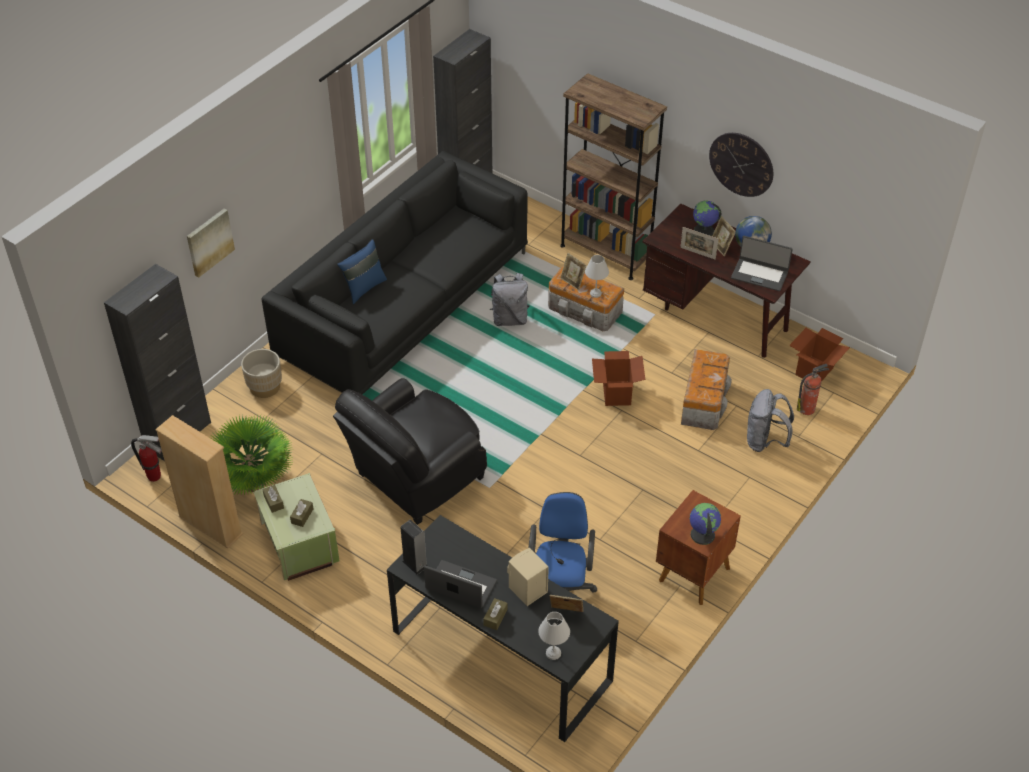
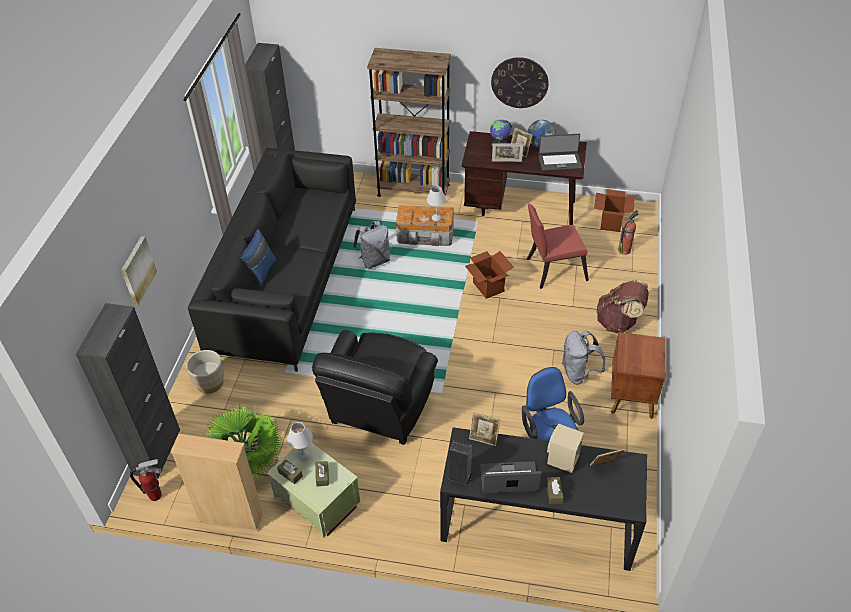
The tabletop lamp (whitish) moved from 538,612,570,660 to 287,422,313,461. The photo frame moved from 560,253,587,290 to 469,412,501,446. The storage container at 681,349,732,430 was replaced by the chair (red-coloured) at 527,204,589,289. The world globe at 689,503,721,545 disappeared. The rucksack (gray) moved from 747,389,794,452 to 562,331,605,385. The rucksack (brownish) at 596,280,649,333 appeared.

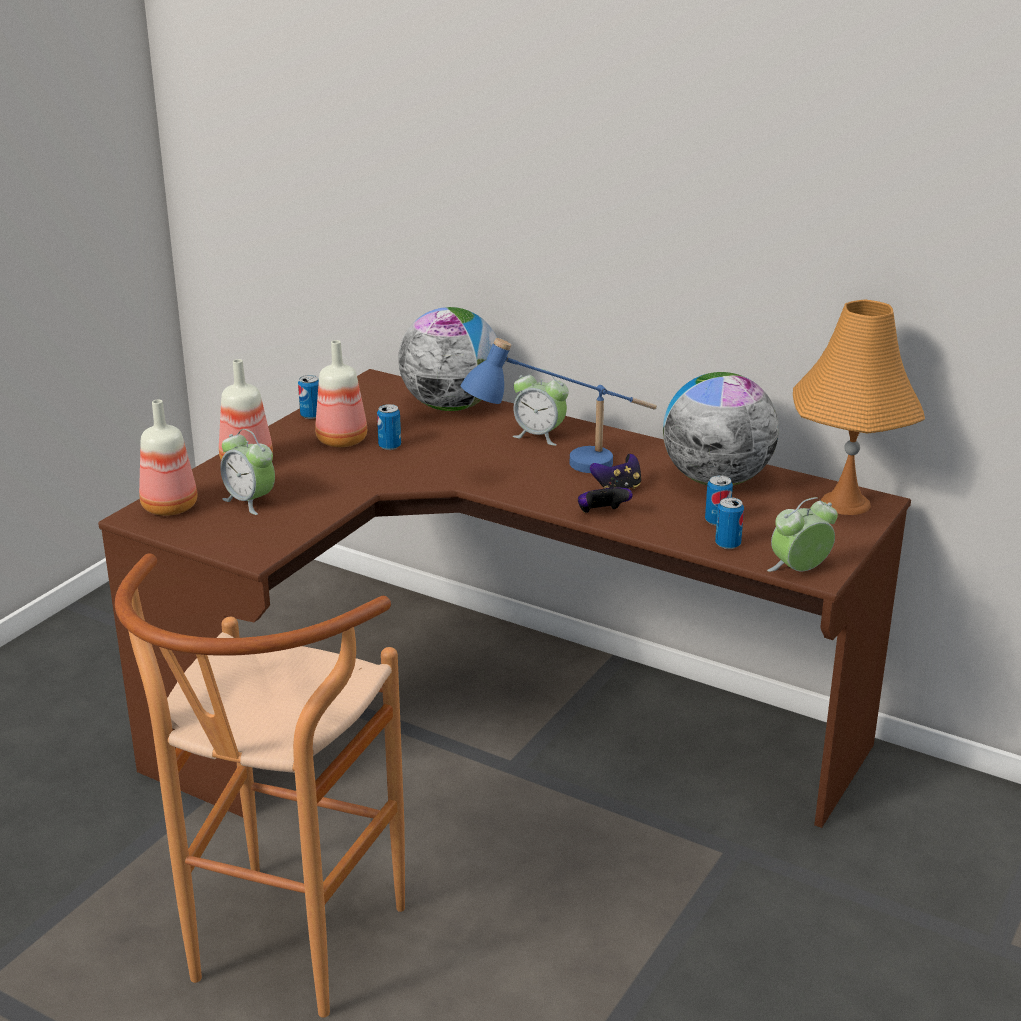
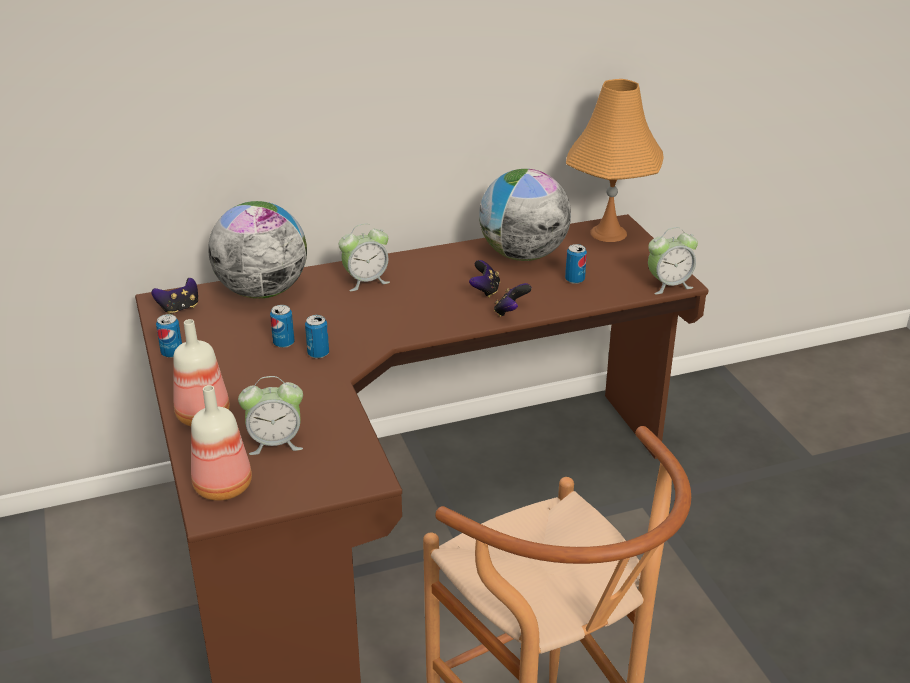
The drink bottle at 315,340,367,447 disappeared. The tabletop lamp (blue) at 461,338,657,473 disappeared. The metal can moved from 715,497,744,549 to 305,315,329,359. The bedside clock at 767,497,838,572 turned 120 degrees counterclockwise. The gamepad at 151,278,198,314 appeared.

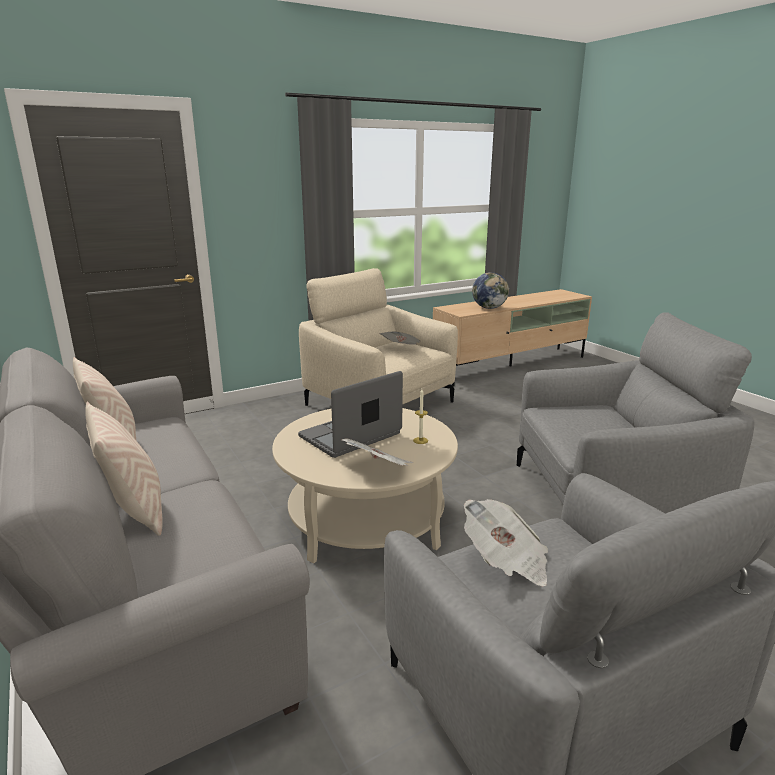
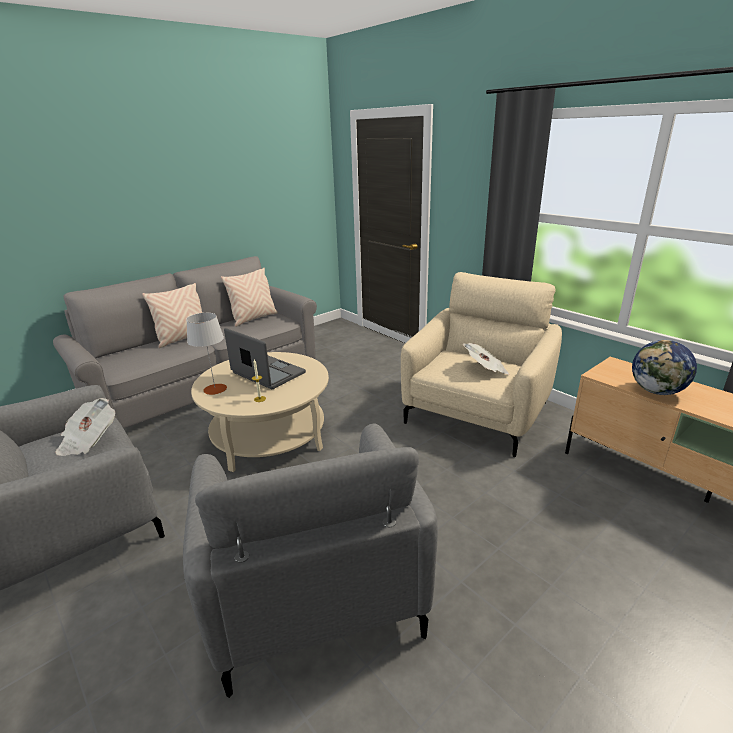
The printed paper at 342,439,413,466 was replaced by the tabletop lamp (gray) at 186,313,227,395.

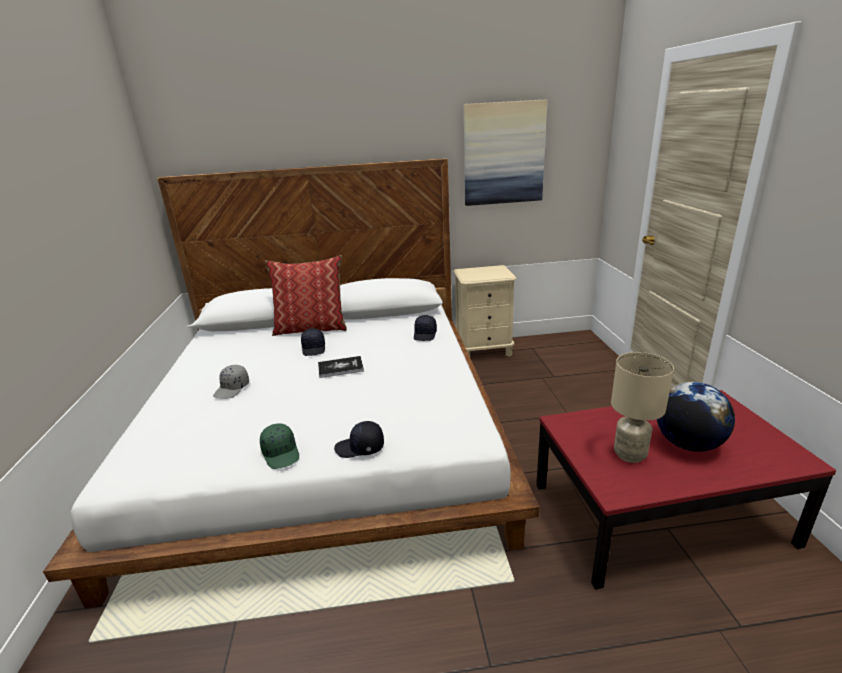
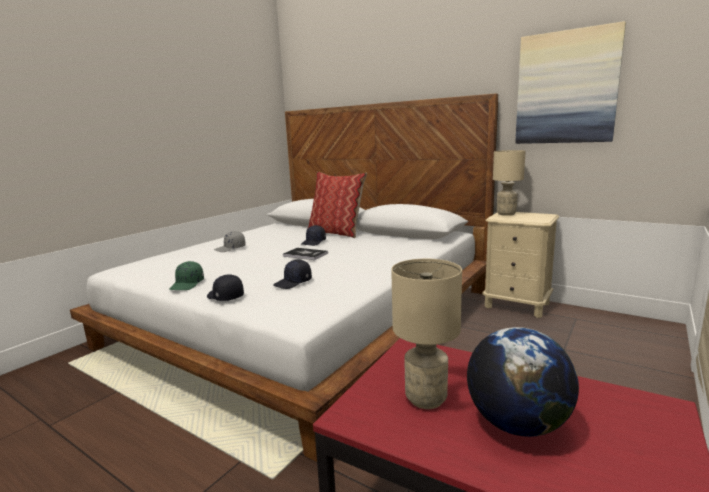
The baseball cap (black-coloured) moved from 414,315,437,341 to 273,260,312,289. The tabletop lamp (sand-coloured) at 493,150,526,216 appeared.

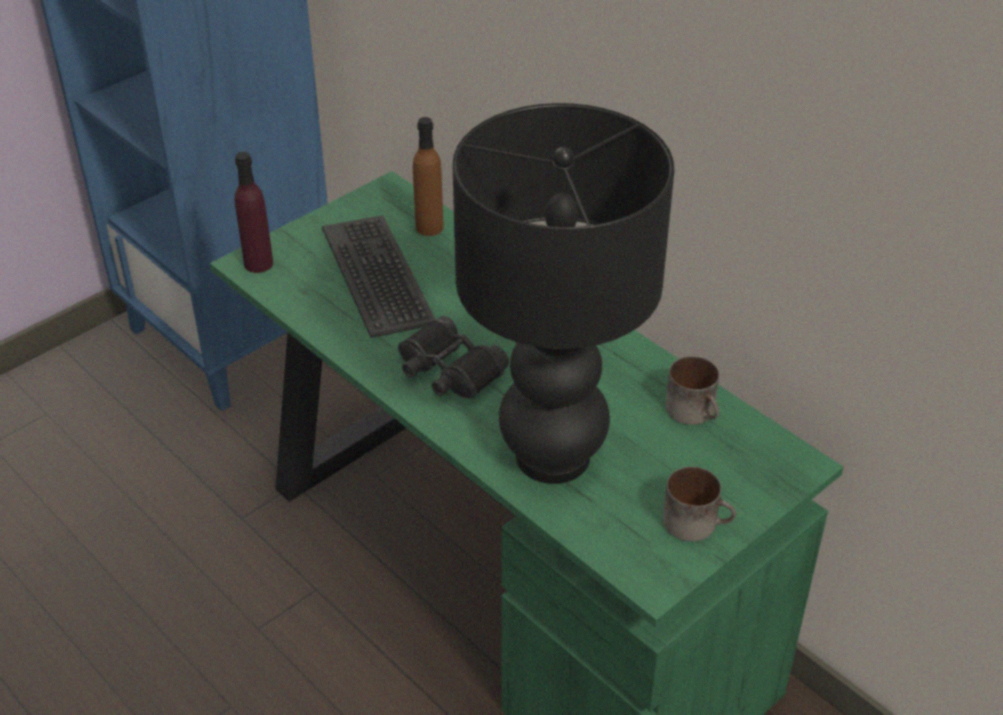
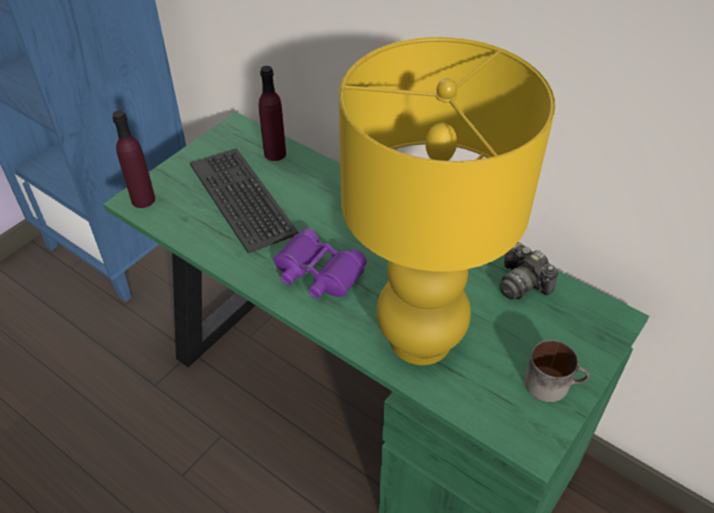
The binoculars (black-coloured) at 398,316,509,399 became the binoculars (purplish) at 273,228,367,298. The drink bottle (brownish) at 413,117,444,236 became the drink bottle (purplish) at 259,66,286,161. The tabletop lamp (black-coloured) at 453,103,675,484 became the tabletop lamp (yellow) at 339,37,555,365. The tea mug at 666,356,719,425 was replaced by the still camera at 500,242,558,300.

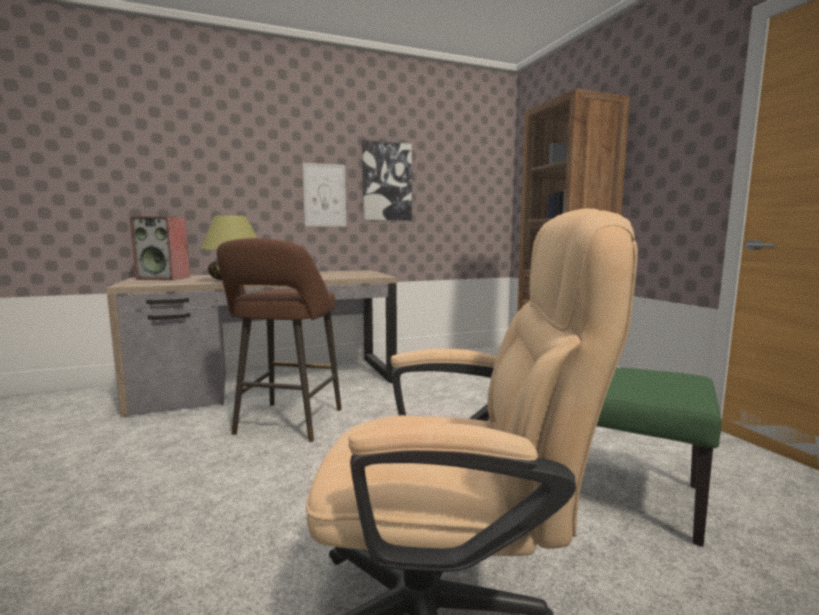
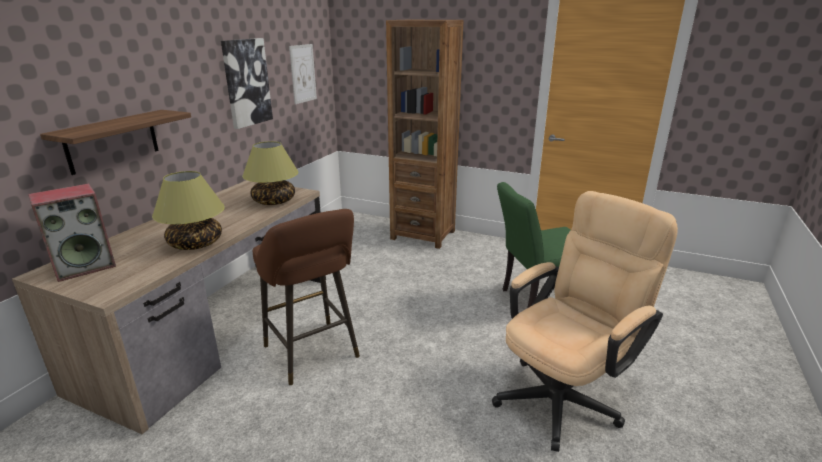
The picture moved from 303,163,346,227 to 289,44,317,104. The wall shelf at 40,110,191,175 appeared. The tabletop lamp at 242,141,299,205 appeared.

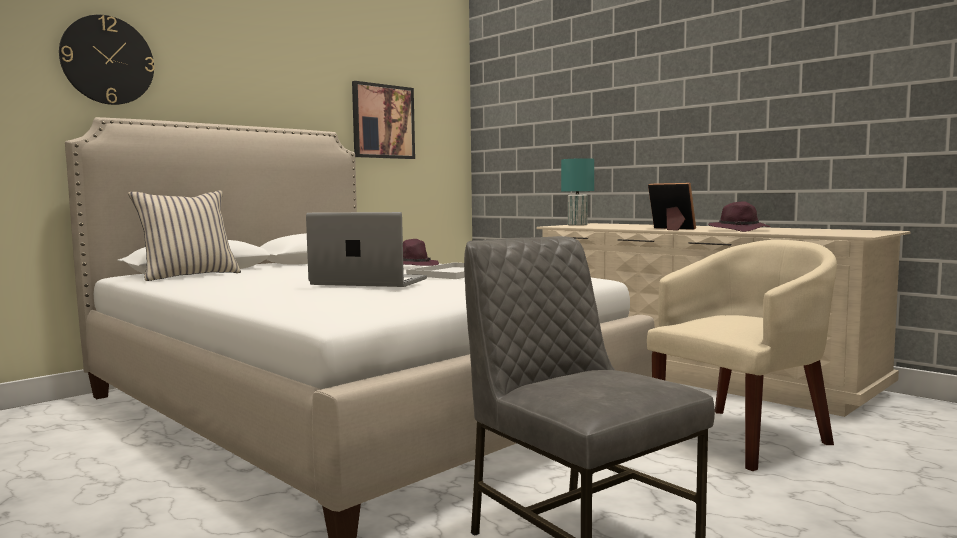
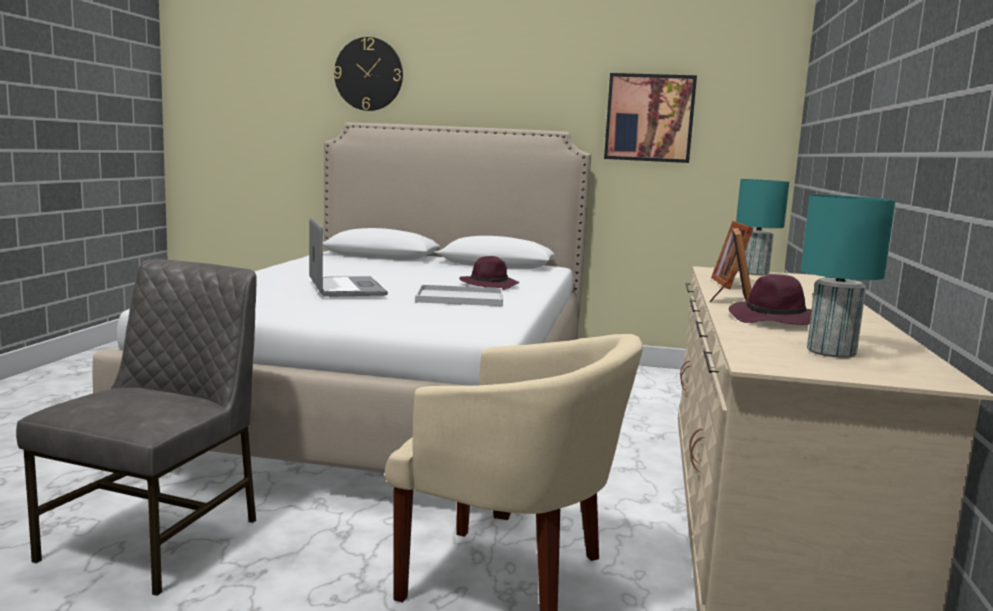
The throw pillow (sand-coloured) at 128,190,241,281 disappeared. The photo frame at 711,221,754,289 appeared. The tabletop lamp (turquoise) at 801,195,896,358 appeared.

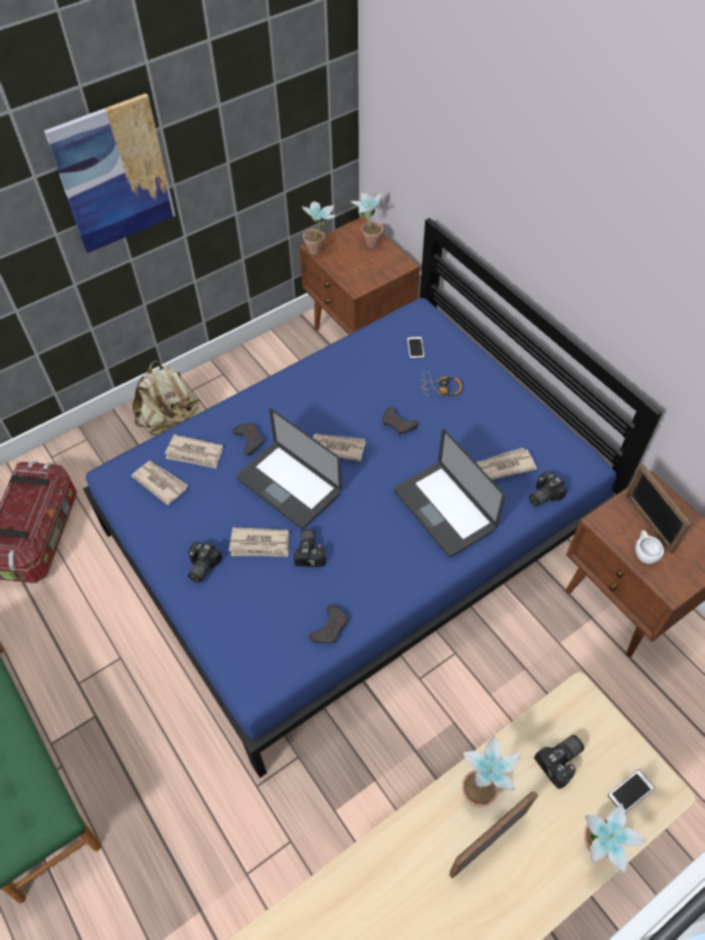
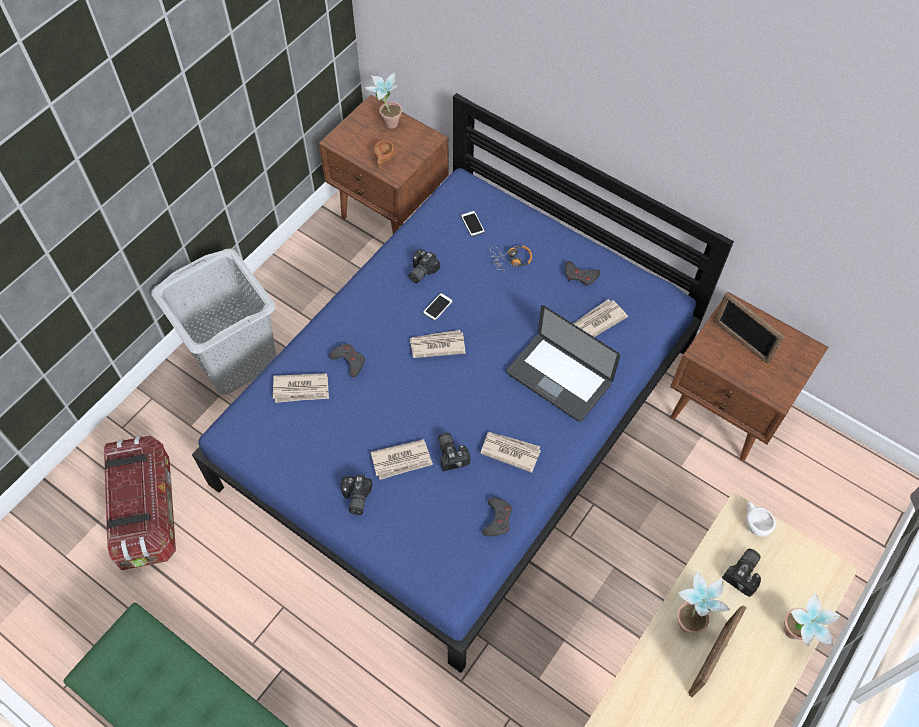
The picture at 44,93,175,253 disappeared. The printed paper moved from 131,461,189,505 to 480,432,541,473. The rucksack (sand-coloured) at 132,360,202,436 was replaced by the laundry basket (gray) at 152,249,277,395. The notebook computer at 236,408,342,529 disappeared. The plant in a pot at 301,202,337,255 disappeared. The gamepad (gray) moved from 382,407,418,435 to 565,261,600,287. The still camera moved from 529,471,567,507 to 409,249,440,283. The telephone moved from 608,770,655,813 to 423,293,453,321. The cup (whitish) moved from 635,530,664,564 to 746,502,776,537. The cup (brownish) at 373,141,395,168 appeared.

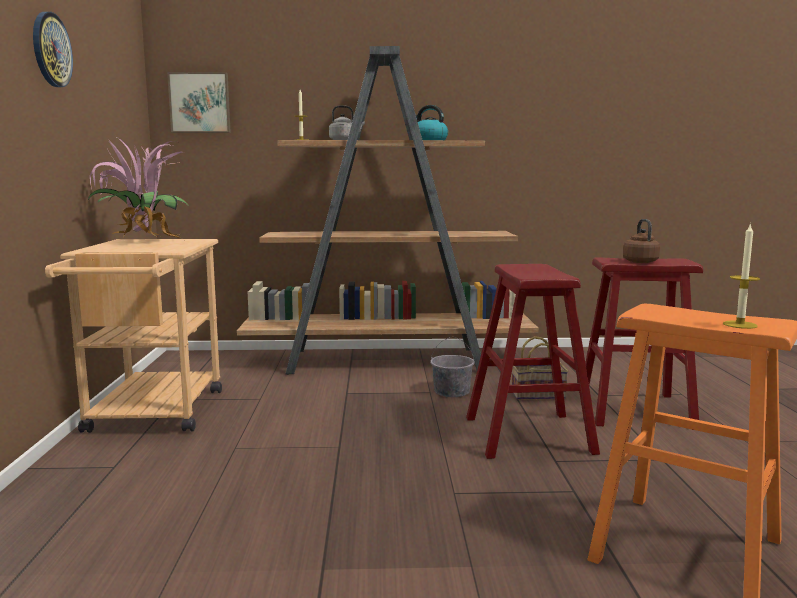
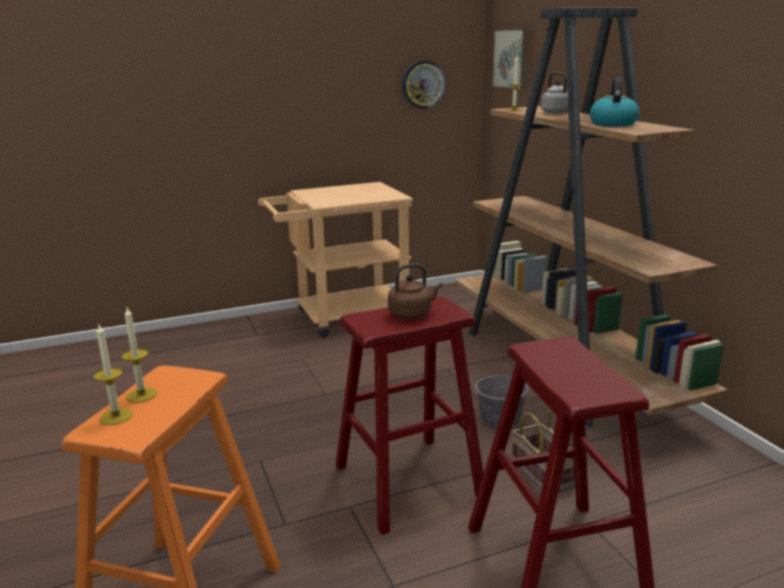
The clock on the wall moved from 33,12,73,87 to 402,60,446,109. The plant in a pot at 88,136,189,240 disappeared. The water kettle (brownish) moved from 623,219,660,263 to 388,264,442,319. The wax light at 121,308,157,403 appeared.

